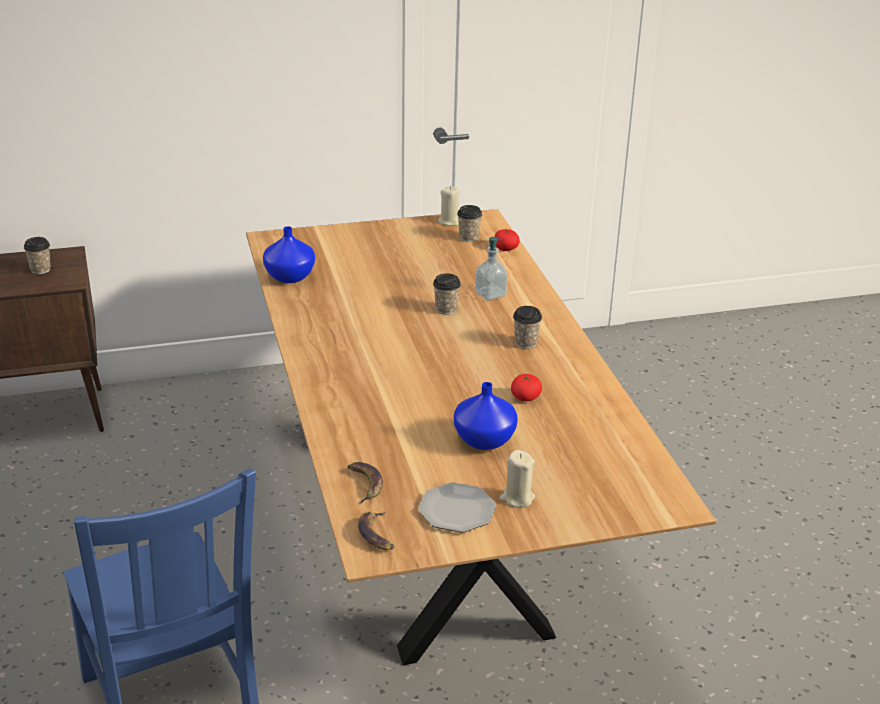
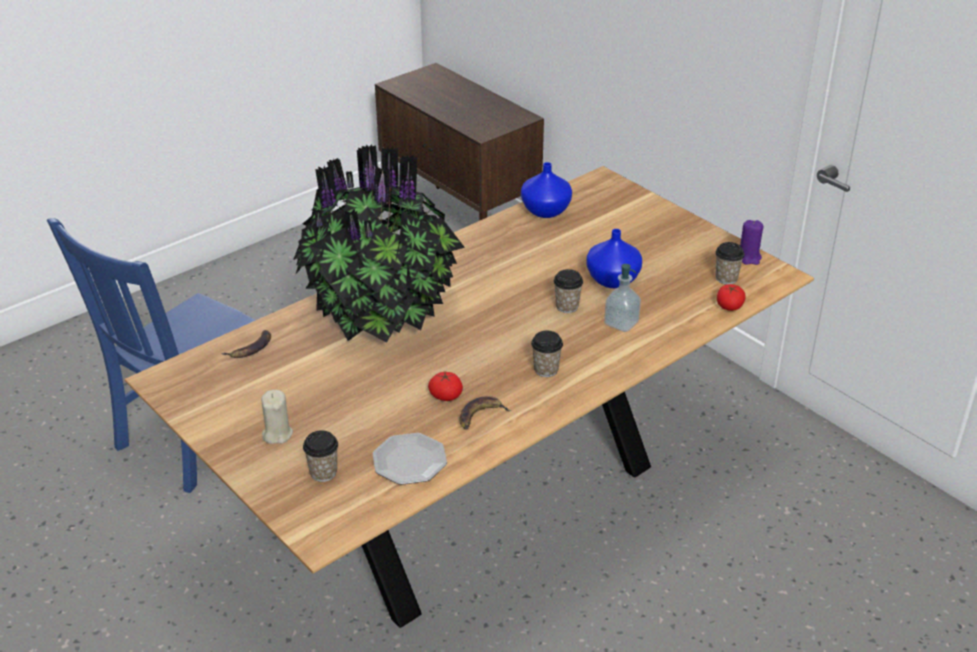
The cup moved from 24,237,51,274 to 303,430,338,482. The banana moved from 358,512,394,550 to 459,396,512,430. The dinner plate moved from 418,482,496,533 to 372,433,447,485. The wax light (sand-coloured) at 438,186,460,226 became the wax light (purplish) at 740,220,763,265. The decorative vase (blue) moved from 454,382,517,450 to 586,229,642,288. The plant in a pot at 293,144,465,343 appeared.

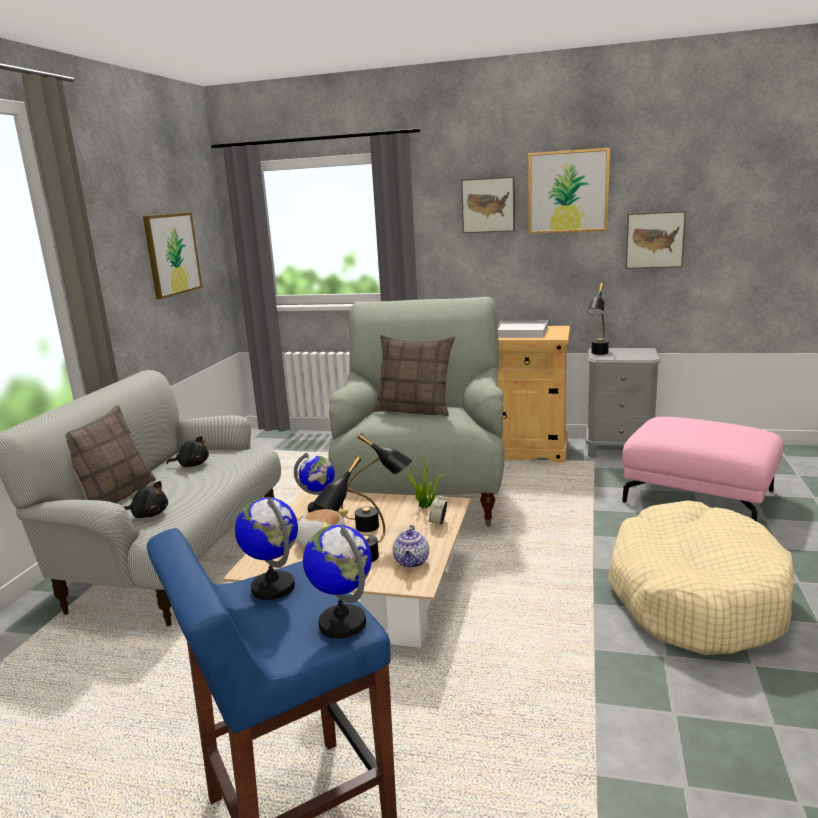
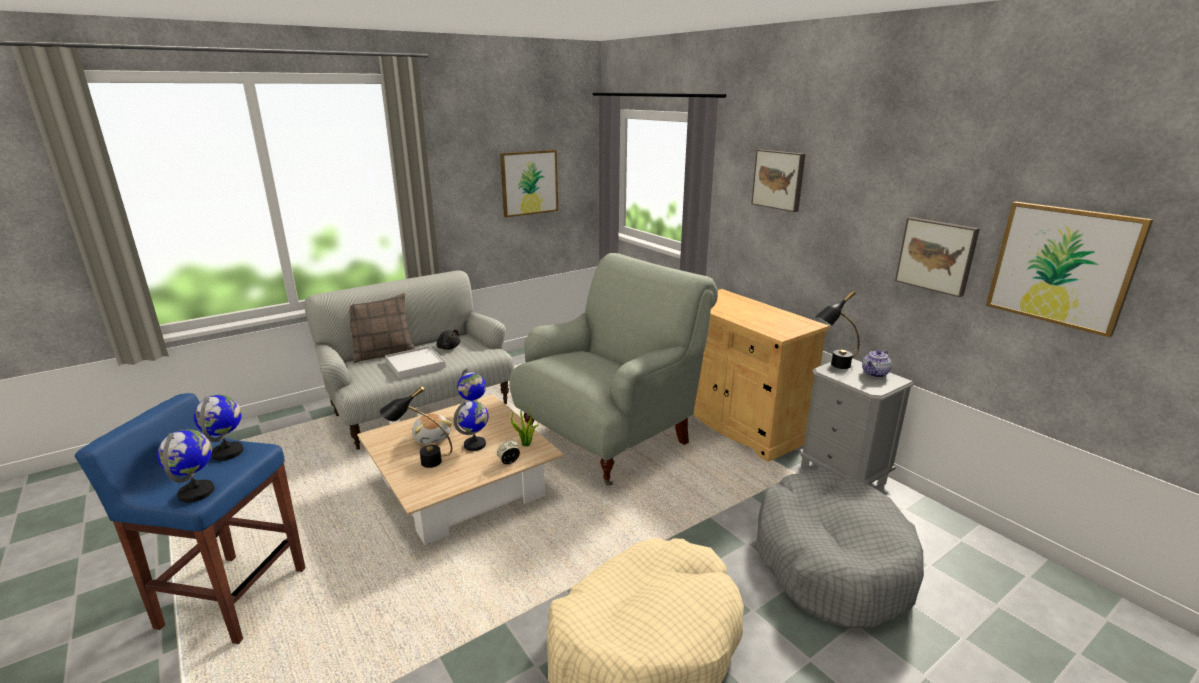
The plush toy (black-coloured) at 124,481,168,518 disappeared. The tabletop lamp (black-coloured) at 341,433,413,532 was replaced by the world globe at 453,401,488,451. The throw pillow at 374,334,455,416 disappeared. The tea pot moved from 393,525,429,568 to 862,350,892,378. The serving tray (whitish) moved from 498,321,548,338 to 385,346,446,379. The picture moved from 528,148,610,234 to 986,202,1153,337. The footrest (pink) at 622,417,783,521 was replaced by the dog bed (gray) at 756,470,924,628.

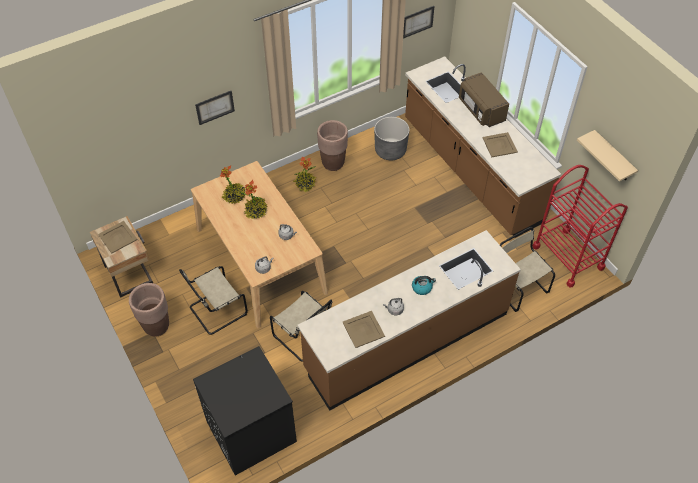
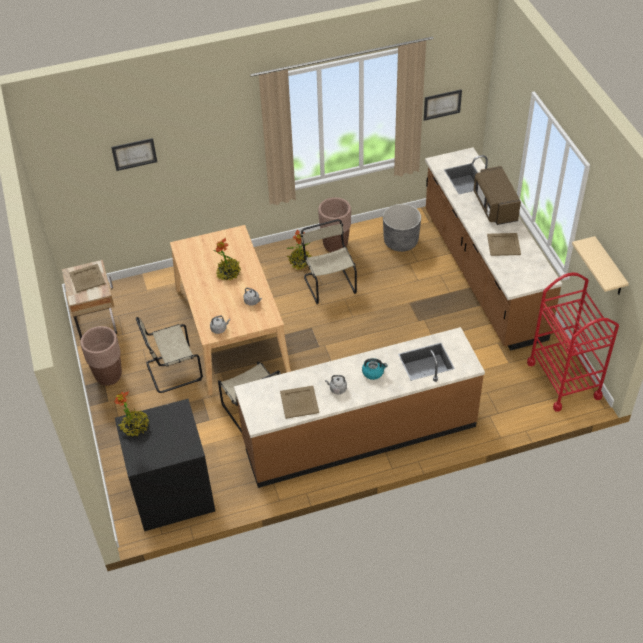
The picture moved from 195,91,235,125 to 111,138,157,171. The plant in a pot moved from 220,166,245,204 to 114,391,149,436. The chair (sand-coloured) moved from 500,227,555,312 to 300,219,357,304.

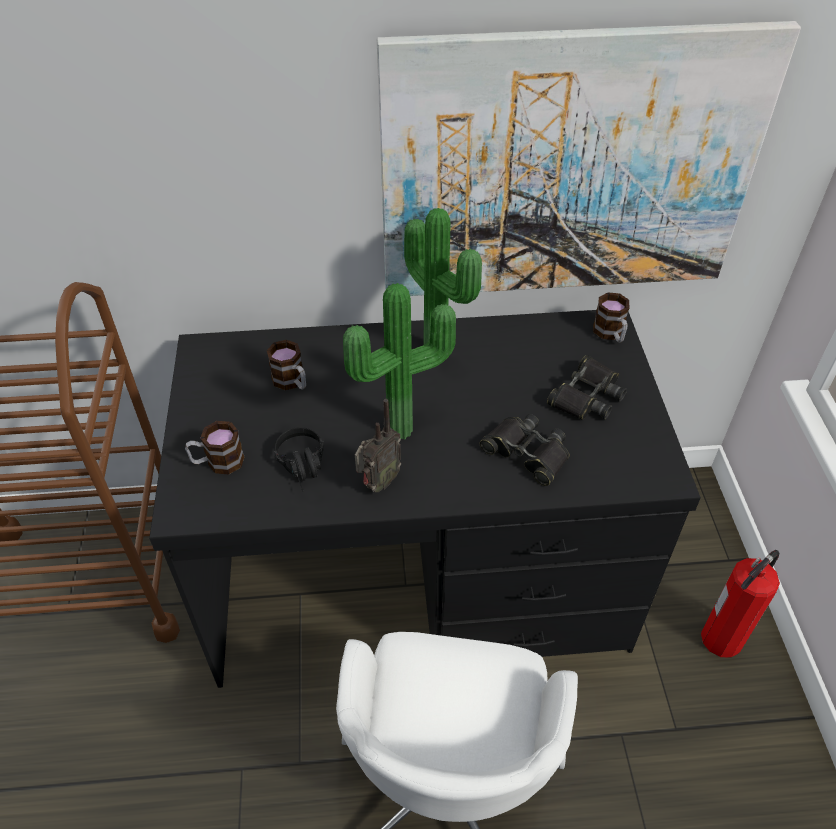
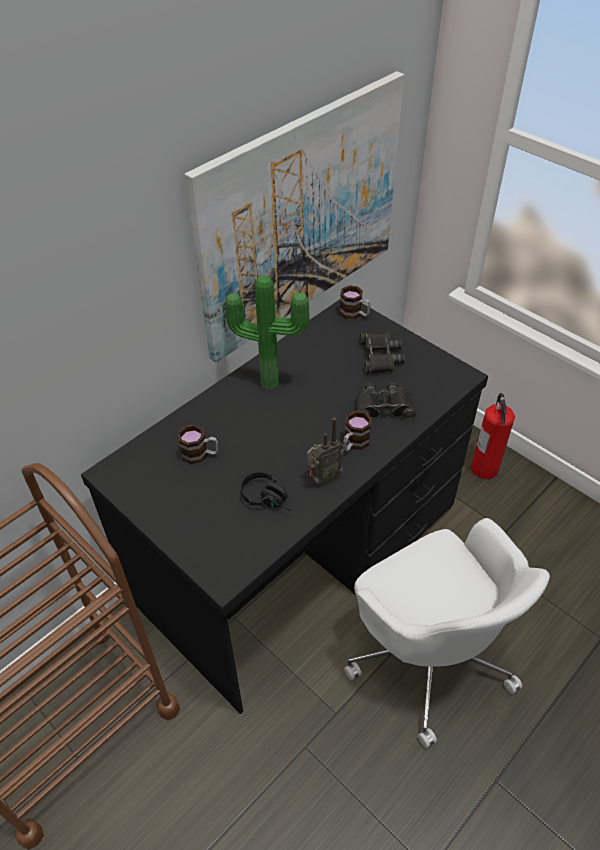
The tea mug moved from 185,421,245,475 to 344,410,372,452. The plant in a pot at 343,283,456,439 disappeared. The radio set at 355,399,401,492 turned 60 degrees clockwise.

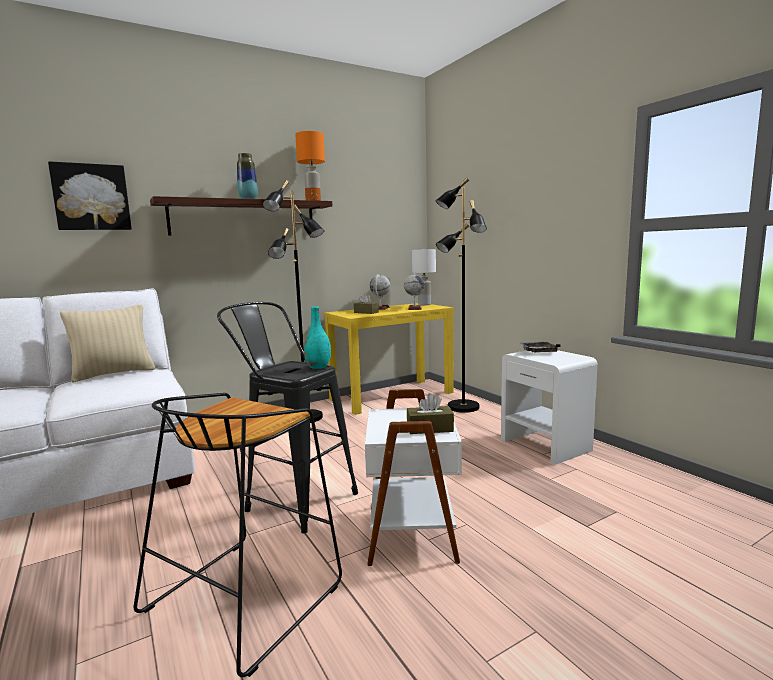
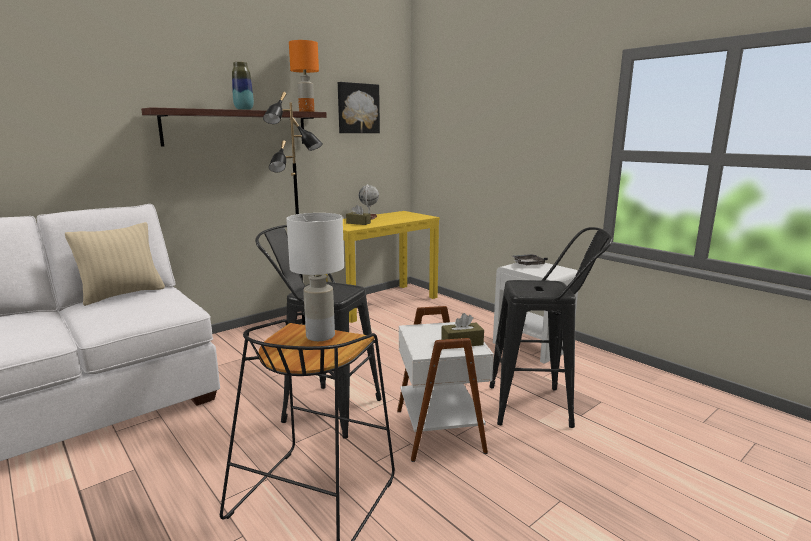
The picture moved from 48,161,132,230 to 338,82,380,133. The decorative vase (turquoise) at 304,307,331,369 disappeared. The world globe at 404,273,425,310 disappeared. The tabletop lamp (whitish) moved from 412,249,436,305 to 286,213,344,341. The standing lamp (black-coloured) at 436,178,487,413 disappeared. The stool (black-coloured) at 489,227,613,428 appeared.

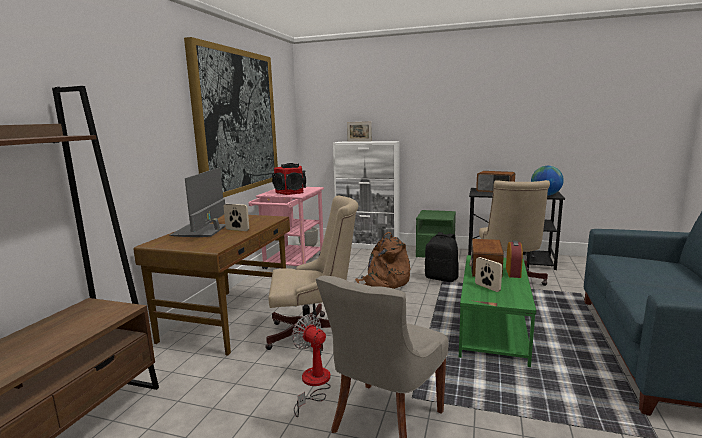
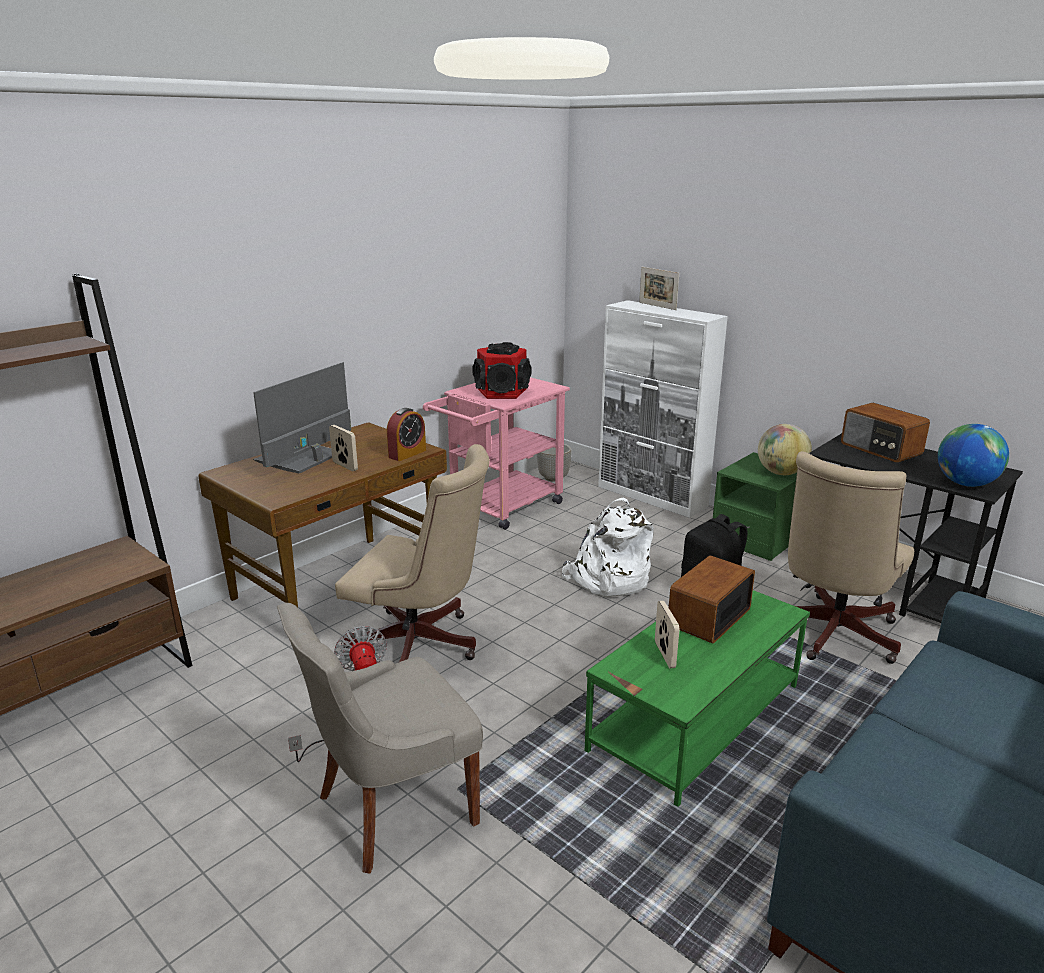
The picture at 184,37,278,198 disappeared. The rucksack (brownish) at 355,232,410,289 became the rucksack (whitish) at 562,498,654,597. The bedside clock moved from 506,241,523,278 to 387,408,426,461. The world globe at 758,424,812,475 appeared.

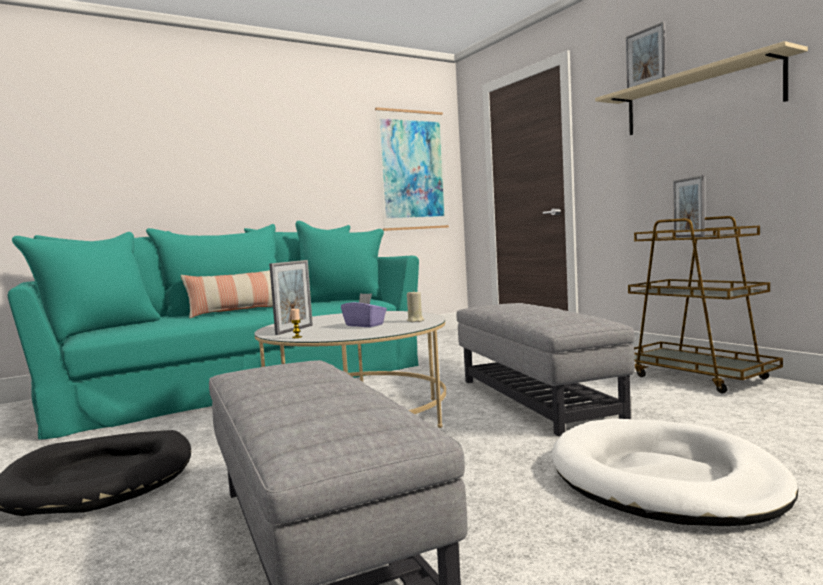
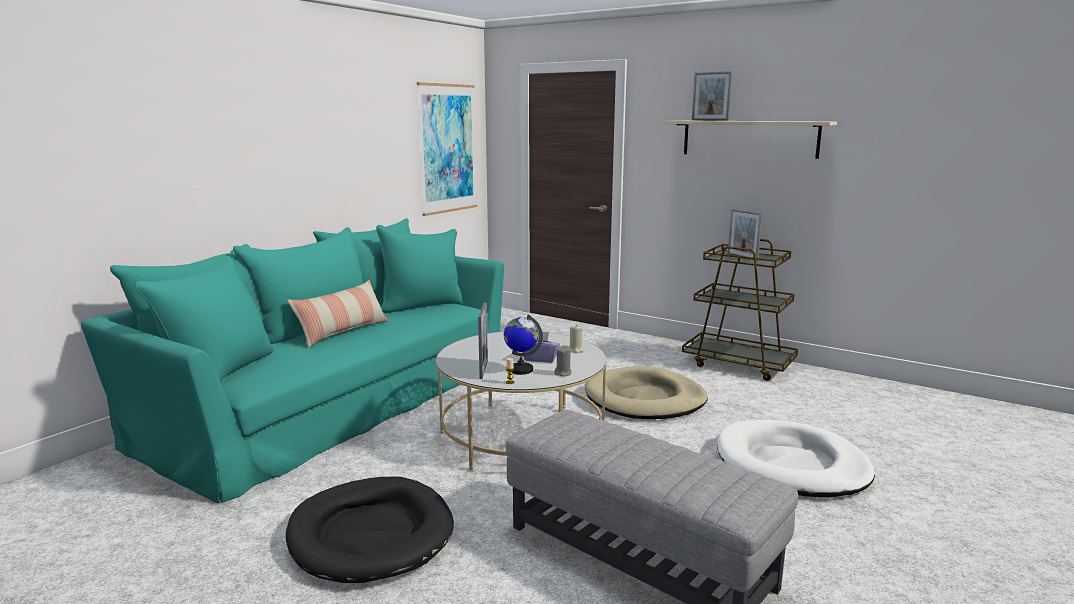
The footrest (gray) at 457,303,635,436 was replaced by the dog bed (sand-coloured) at 585,366,708,419. The world globe at 504,314,543,375 appeared. The wax light (gray) at 554,345,572,376 appeared.

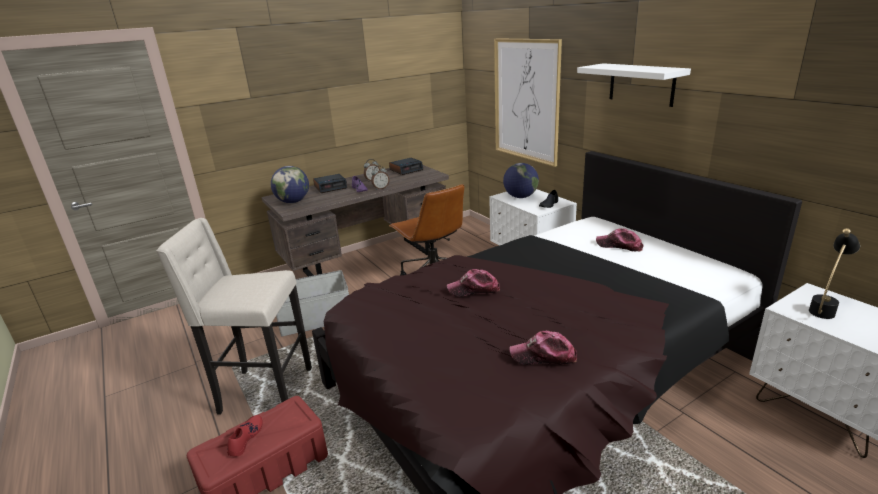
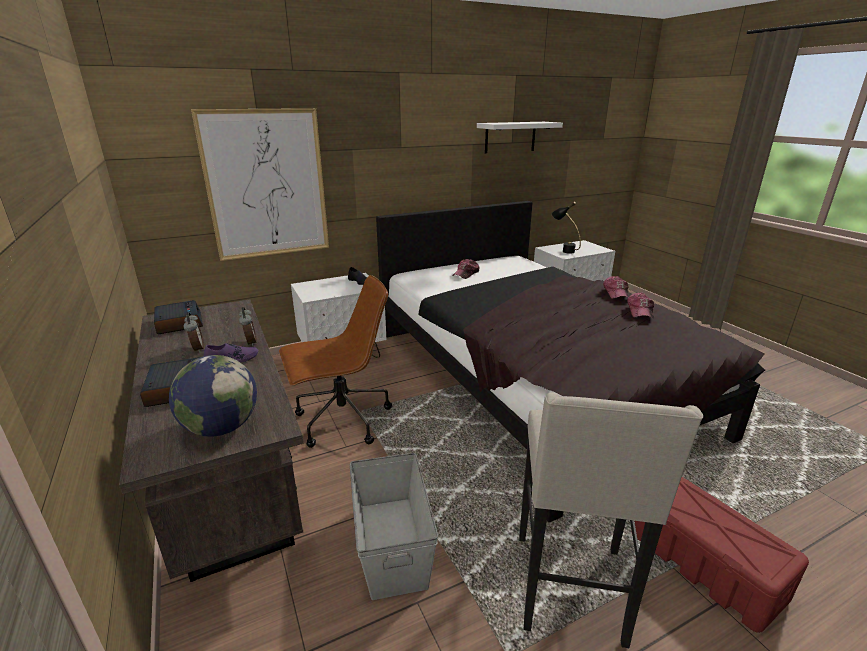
The item of footwear (red-coloured) at 227,415,263,456 disappeared. The baseball cap moved from 447,269,500,297 to 603,276,629,299. The world globe at 503,163,539,198 disappeared. The wall shelf (whitish) moved from 577,63,691,107 to 477,122,563,153.

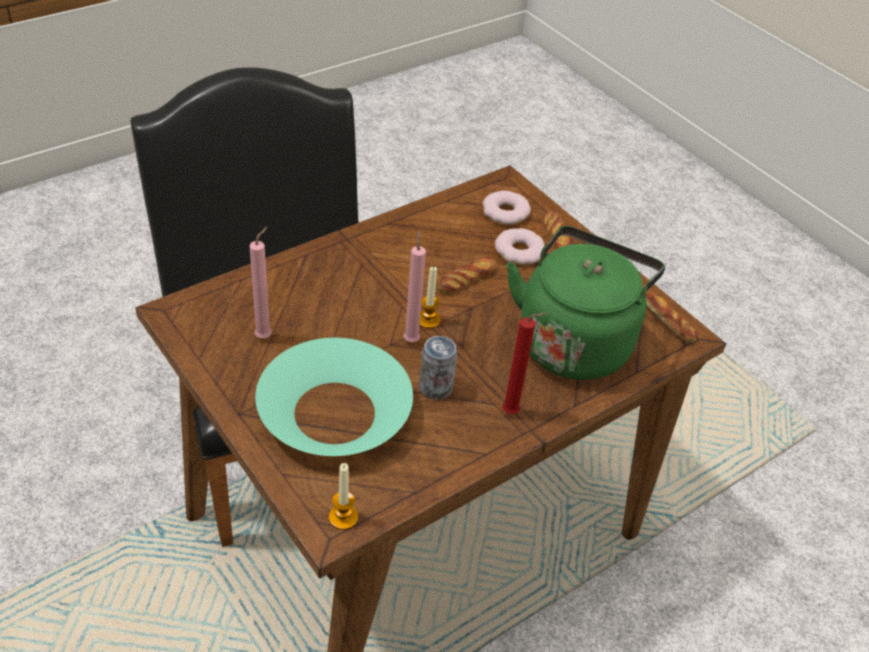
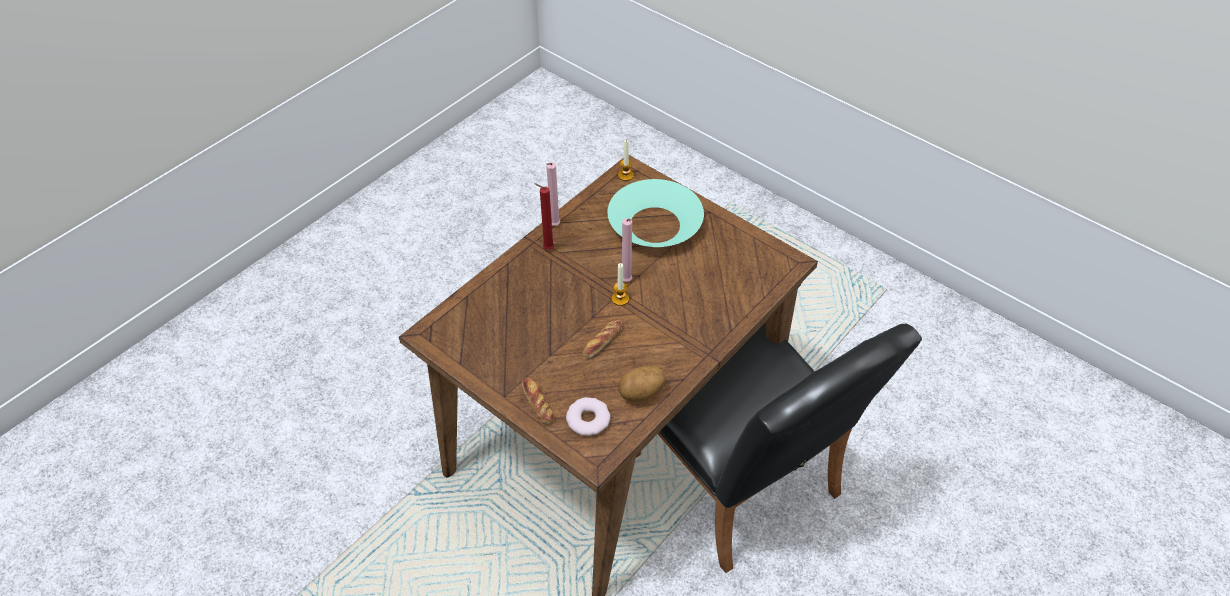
The wax light (pink) moved from 250,227,272,338 to 546,162,560,226. The metal can at 419,336,457,400 disappeared. The donut at 495,228,545,265 disappeared. The water kettle (green) at 507,226,665,380 disappeared. The baked bread at 646,293,698,343 disappeared. The spud at 618,366,666,402 appeared.

